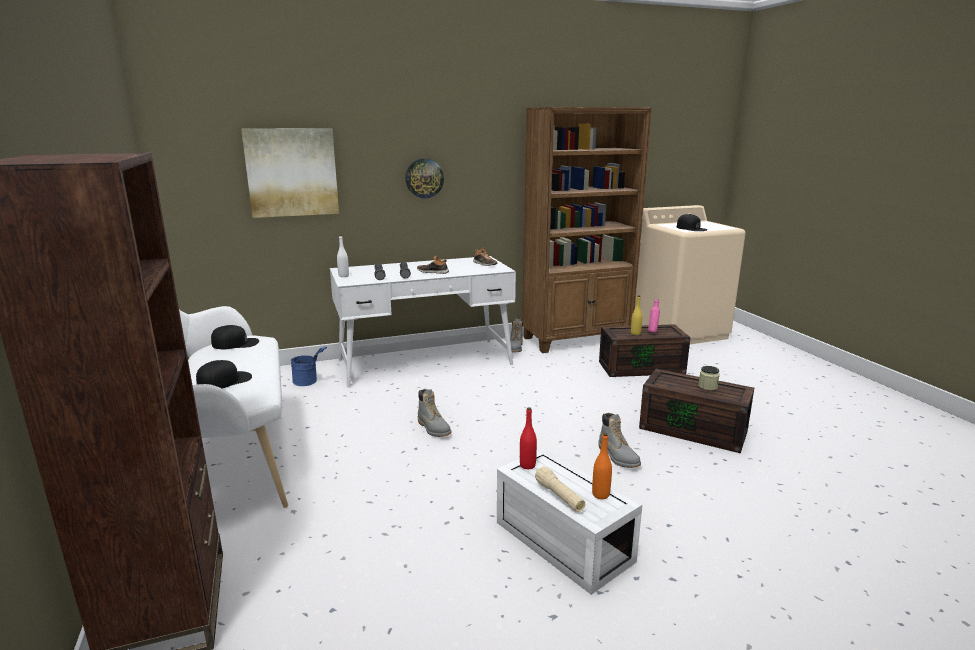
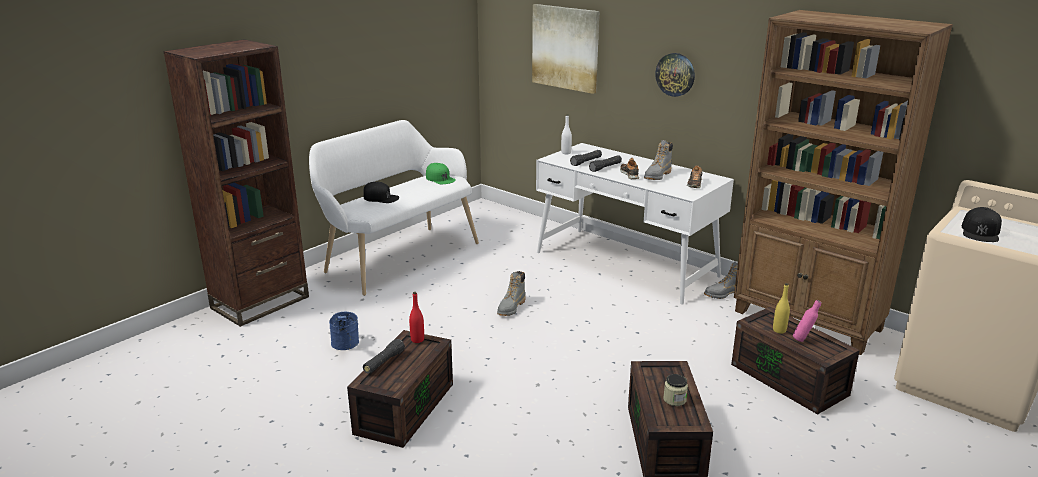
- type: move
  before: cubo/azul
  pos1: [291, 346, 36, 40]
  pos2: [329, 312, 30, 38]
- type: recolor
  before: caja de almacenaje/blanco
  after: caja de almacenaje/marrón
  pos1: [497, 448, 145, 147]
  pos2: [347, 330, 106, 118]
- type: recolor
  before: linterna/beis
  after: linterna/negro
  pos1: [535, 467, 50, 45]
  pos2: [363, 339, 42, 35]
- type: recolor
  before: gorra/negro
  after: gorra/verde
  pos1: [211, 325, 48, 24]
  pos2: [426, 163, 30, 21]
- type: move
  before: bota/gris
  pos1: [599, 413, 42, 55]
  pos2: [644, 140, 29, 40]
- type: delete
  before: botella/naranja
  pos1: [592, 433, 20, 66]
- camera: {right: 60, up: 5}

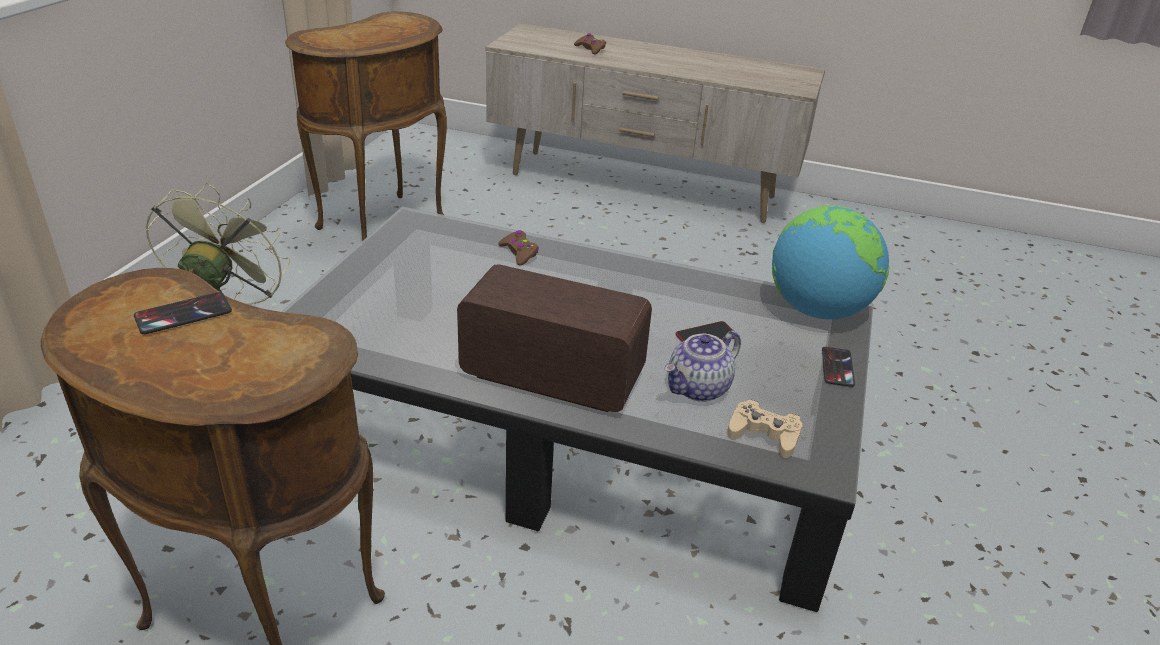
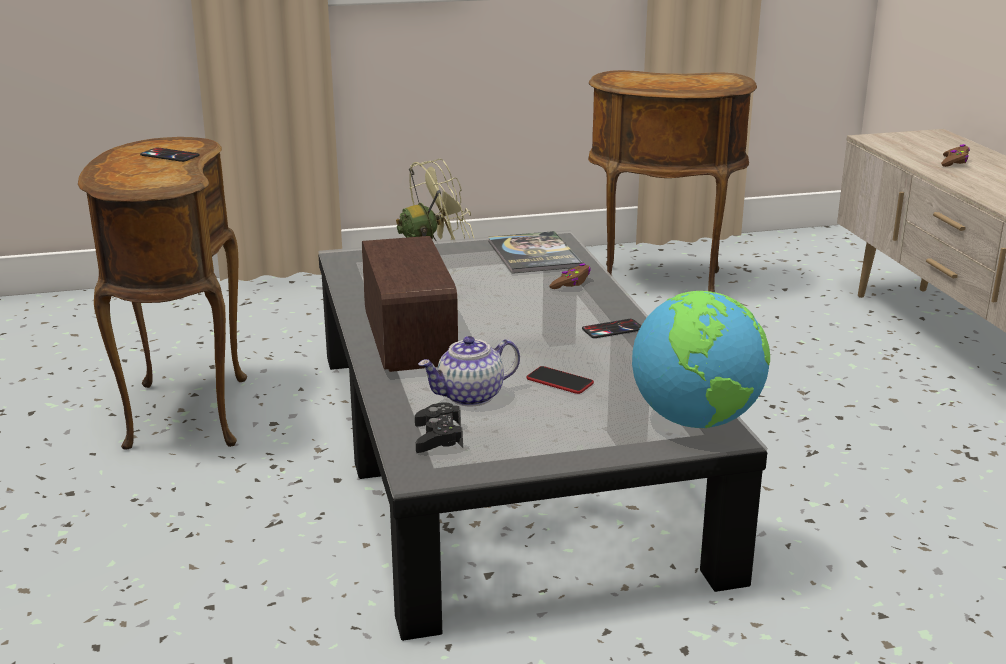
- type: recolor
  before: mando de consola/beis
  after: mando de consola/negro
  pos1: [728, 400, 74, 58]
  pos2: [415, 402, 48, 51]
- type: rotate
  before: tetera
  pos1: [664, 331, 77, 71]
  pos2: [418, 336, 102, 70]
  turn: -45
- type: insert
  after: libro
  pos2: [488, 231, 95, 43]
- type: move
  before: móvil
  pos1: [822, 347, 33, 40]
  pos2: [582, 319, 59, 19]
- camera: {right: 60, up: -10}

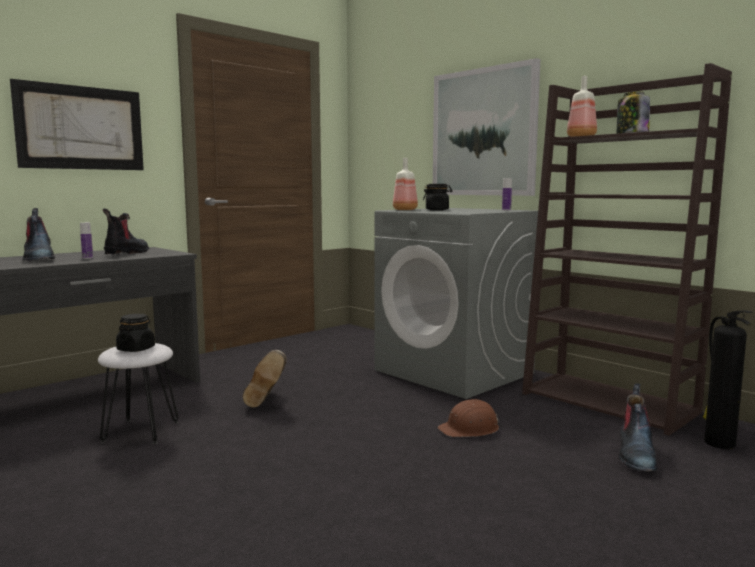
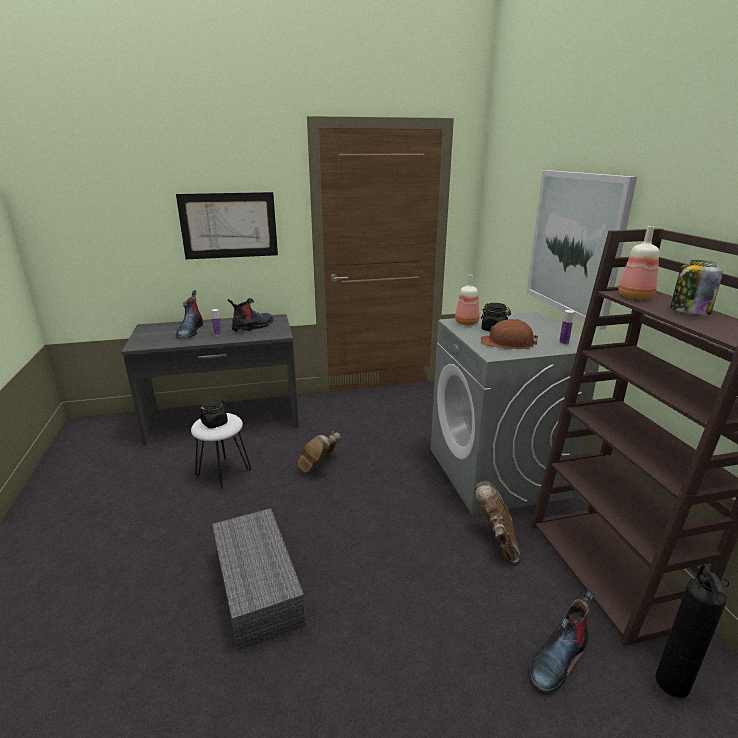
- type: insert
  after: caja de almacenaje/gris
  pos2: [212, 508, 93, 143]
- type: insert
  after: bota/marrón
  pos2: [475, 481, 46, 83]
- type: move
  before: casco/marrón
  pos1: [438, 399, 61, 38]
  pos2: [481, 319, 57, 30]
- camera: {right: 30, up: 15}

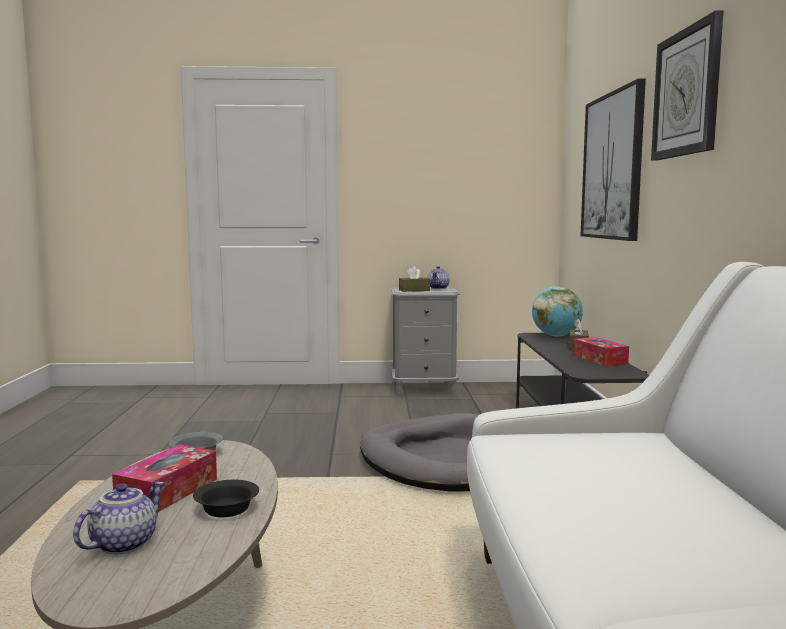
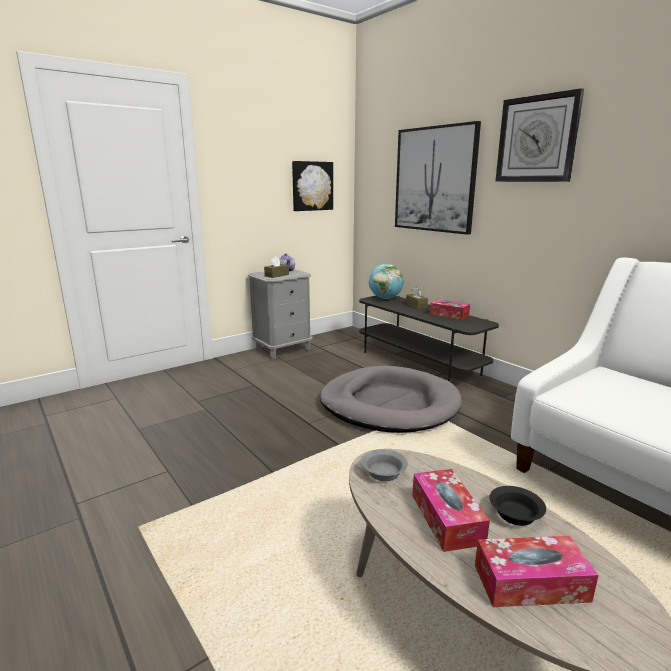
- type: insert
  after: cuadro
  pos2: [292, 161, 41, 50]
- type: replace
  before: tetera
  after: caja de pañuelos
  pos1: [73, 482, 91, 72]
  pos2: [475, 536, 124, 71]
- camera: {right: -35, up: 10}

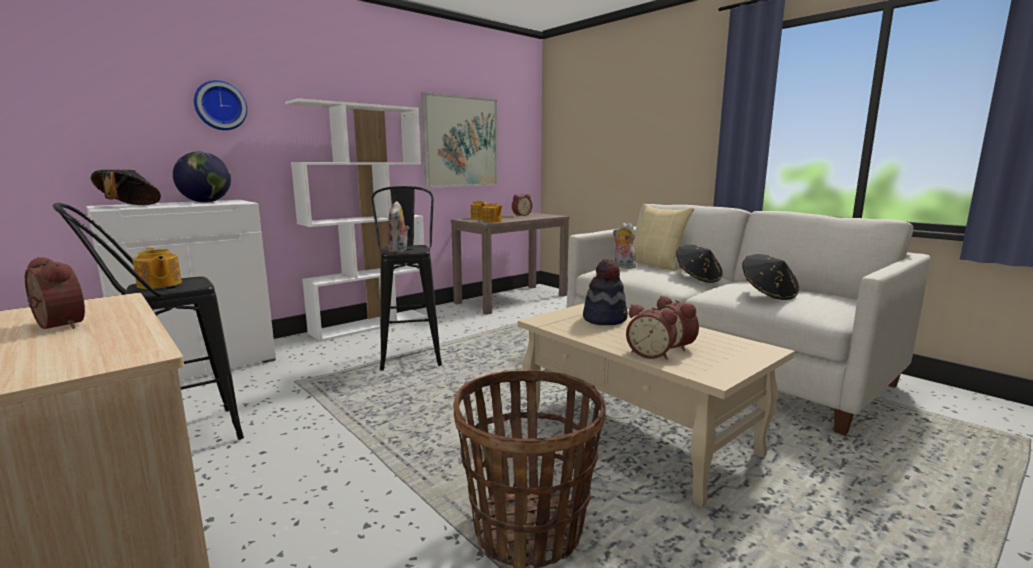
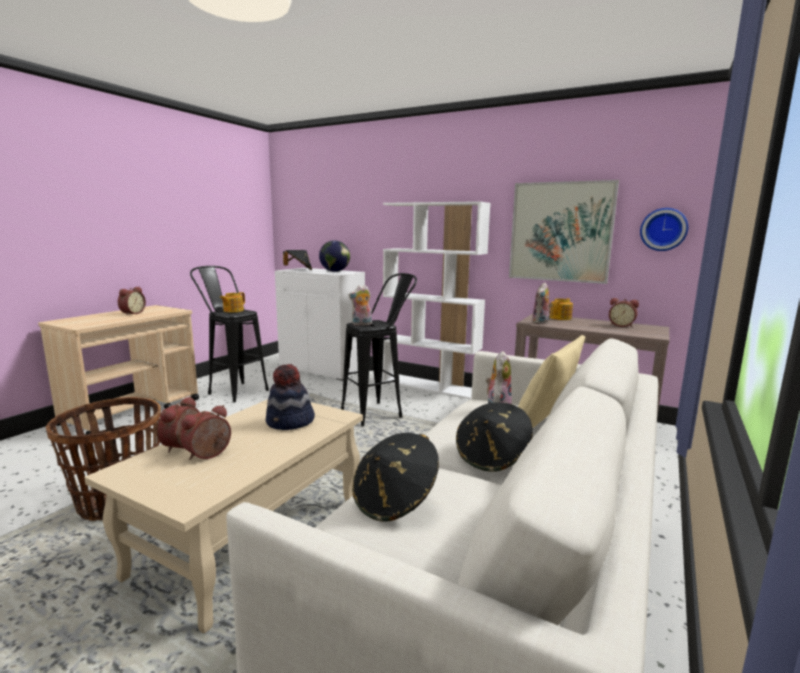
- type: replace
  before: tetera
  after: peluche
  pos1: [481, 203, 22, 20]
  pos2: [532, 282, 20, 42]
- type: move
  before: reloj de pared
  pos1: [194, 80, 53, 50]
  pos2: [640, 208, 48, 43]
- camera: {right: 70, up: 0}

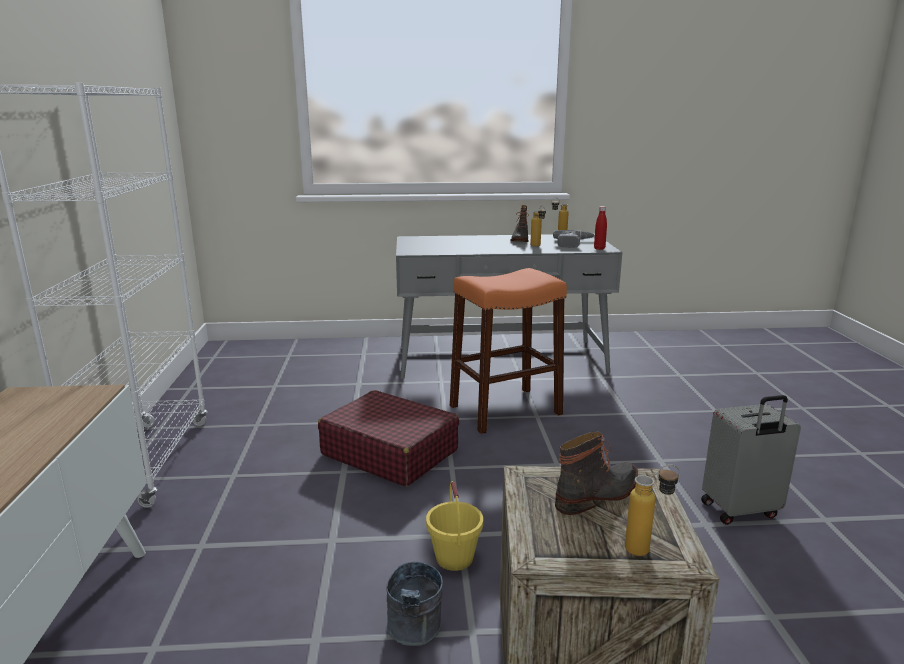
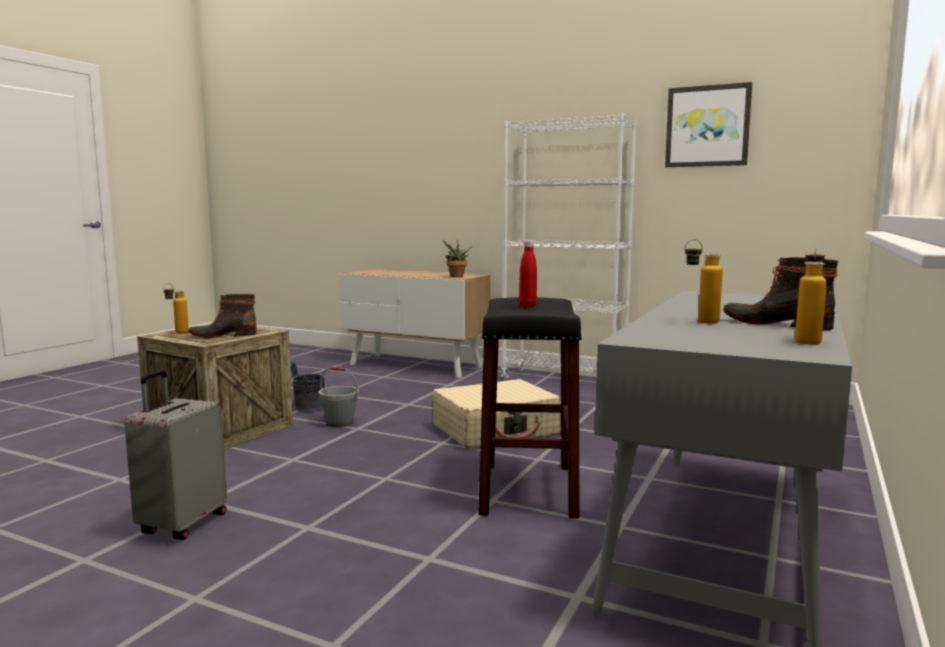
- type: rotate
  before: bota
  pos1: [555, 432, 83, 83]
  pos2: [189, 294, 68, 44]
  turn: 75
- type: recolor
  before: cubo/amarillo
  after: cubo/gris
  pos1: [426, 481, 57, 90]
  pos2: [319, 367, 40, 60]
- type: recolor
  before: maleta/rojo
  after: maleta/beis
  pos1: [318, 390, 141, 97]
  pos2: [432, 379, 129, 69]
- type: insert
  after: planta en maceta
  pos2: [442, 240, 30, 37]
- type: recolor
  before: taburete/naranja
  after: taburete/negro
  pos1: [450, 268, 117, 166]
  pos2: [478, 297, 104, 221]
- type: move
  before: botella/rojo
  pos1: [594, 206, 13, 44]
  pos2: [519, 240, 18, 67]
- type: insert
  after: cuadro
  pos2: [665, 82, 87, 85]
- type: delete
  before: taladro
  pos1: [553, 230, 42, 17]
- camera: {right: 120, up: -10}

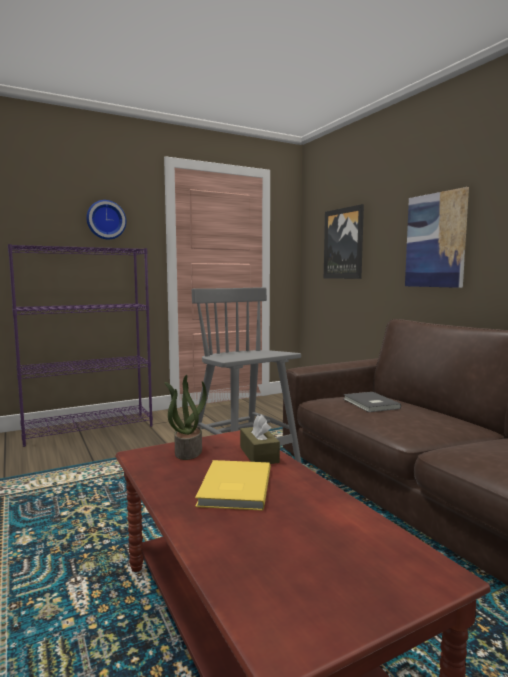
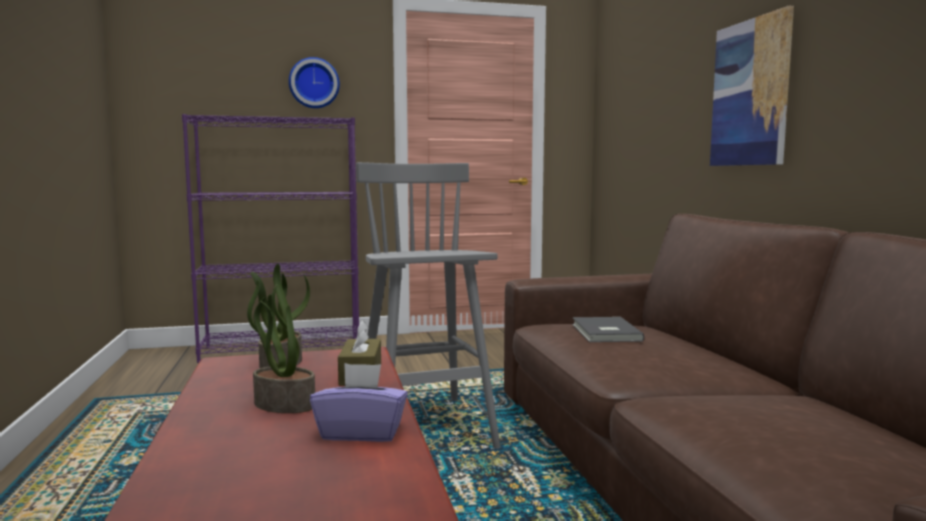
- type: replace
  before: libro/amarillo
  after: planta en maceta
  pos1: [195, 460, 76, 51]
  pos2: [253, 284, 62, 129]
- type: insert
  after: caja de pañuelos/morado
  pos2: [310, 363, 98, 79]
- type: delete
  before: cuadro
  pos1: [324, 204, 40, 75]
- camera: {right: 15, up: 0}

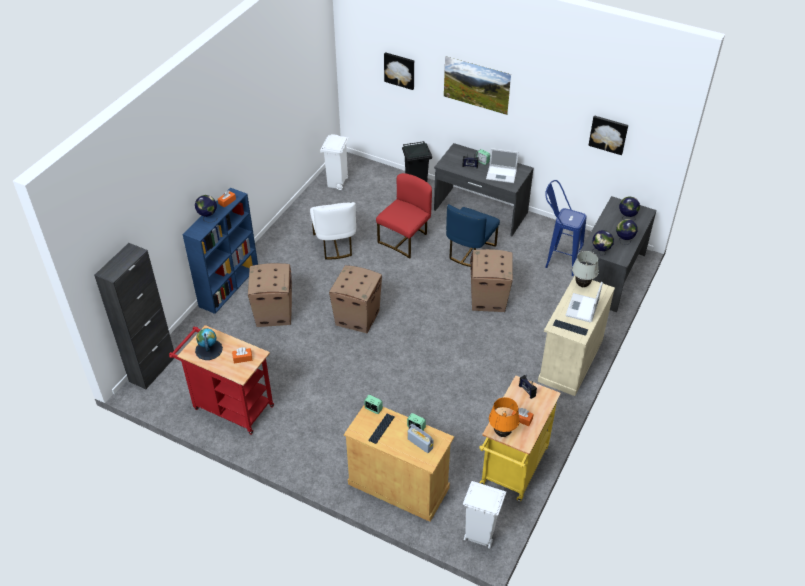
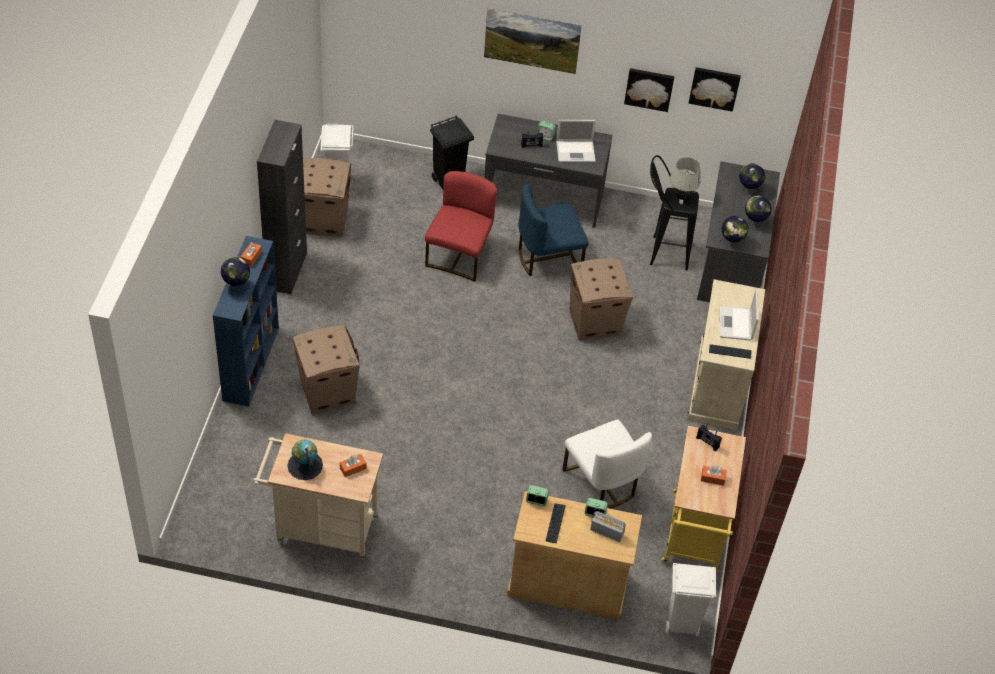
- type: recolor
  before: carrito/rojo
  after: carrito/beis
  pos1: [169, 325, 105, 110]
  pos2: [253, 433, 130, 126]
- type: move
  before: armario/negro
  pos1: [94, 243, 80, 147]
  pos2: [257, 120, 50, 174]
- type: move
  before: caja de cartón
  pos1: [329, 265, 53, 68]
  pos2: [303, 158, 48, 79]
- type: rotate
  before: silla/azul
  pos1: [446, 204, 54, 63]
  pos2: [518, 184, 71, 92]
  turn: 60
- type: move
  before: silla/blanco
  pos1: [310, 202, 46, 57]
  pos2: [562, 420, 90, 89]
- type: move
  before: cuadro
  pos1: [384, 52, 30, 38]
  pos2: [624, 68, 50, 44]
- type: recolor
  before: taburete/azul
  after: taburete/negro
  pos1: [545, 180, 41, 96]
  pos2: [650, 155, 49, 116]
- type: move
  before: lámpara de mesa/blanco
  pos1: [572, 251, 27, 36]
  pos2: [670, 157, 31, 43]
- type: delete
  before: lámpara de mesa/naranja
  pos1: [489, 397, 31, 40]
- camera: {right: -20, up: 5}

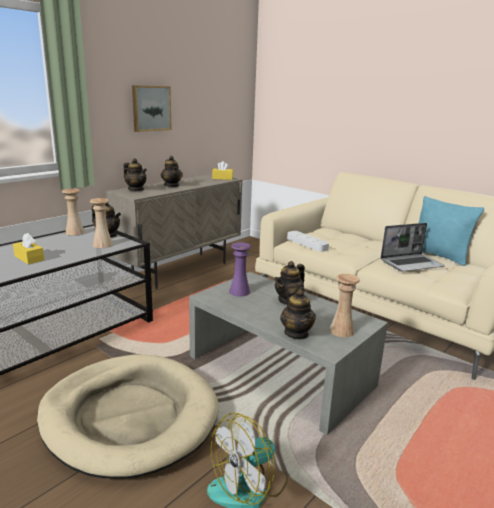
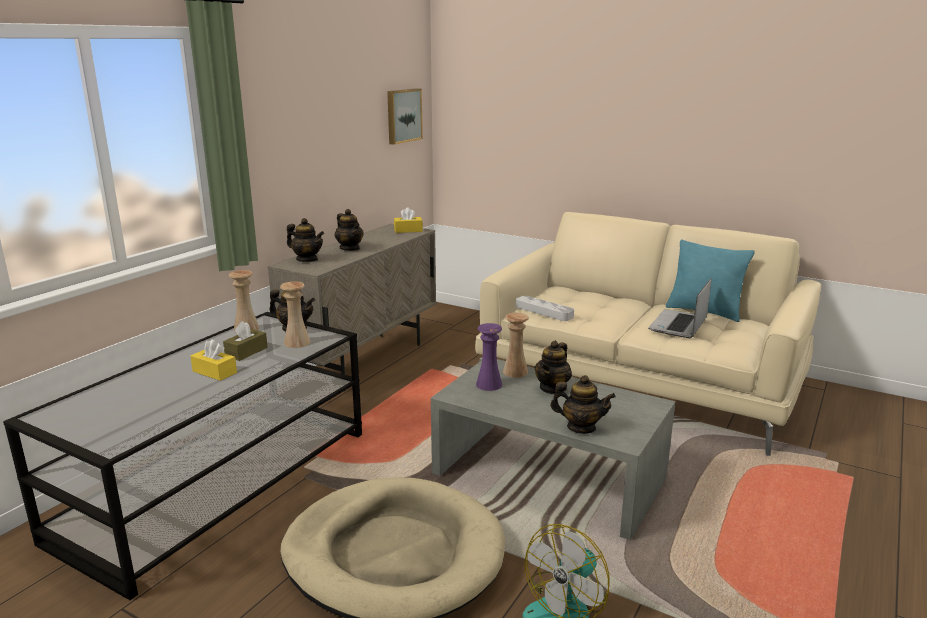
- type: insert
  after: caja de pañuelos/marrón
  pos2: [223, 321, 45, 40]
- type: move
  before: cuadro
  pos1: [132, 85, 40, 47]
  pos2: [387, 88, 36, 57]
- type: move
  before: florero/beis
  pos1: [329, 274, 31, 63]
  pos2: [503, 313, 26, 65]
- type: rotate
  before: tetera
  pos1: [280, 289, 36, 51]
  pos2: [550, 375, 66, 59]
  turn: -45
- type: rotate
  before: portátil
  pos1: [381, 223, 64, 49]
  pos2: [648, 278, 63, 60]
  turn: 150
- camera: {right: -10, up: 0}

